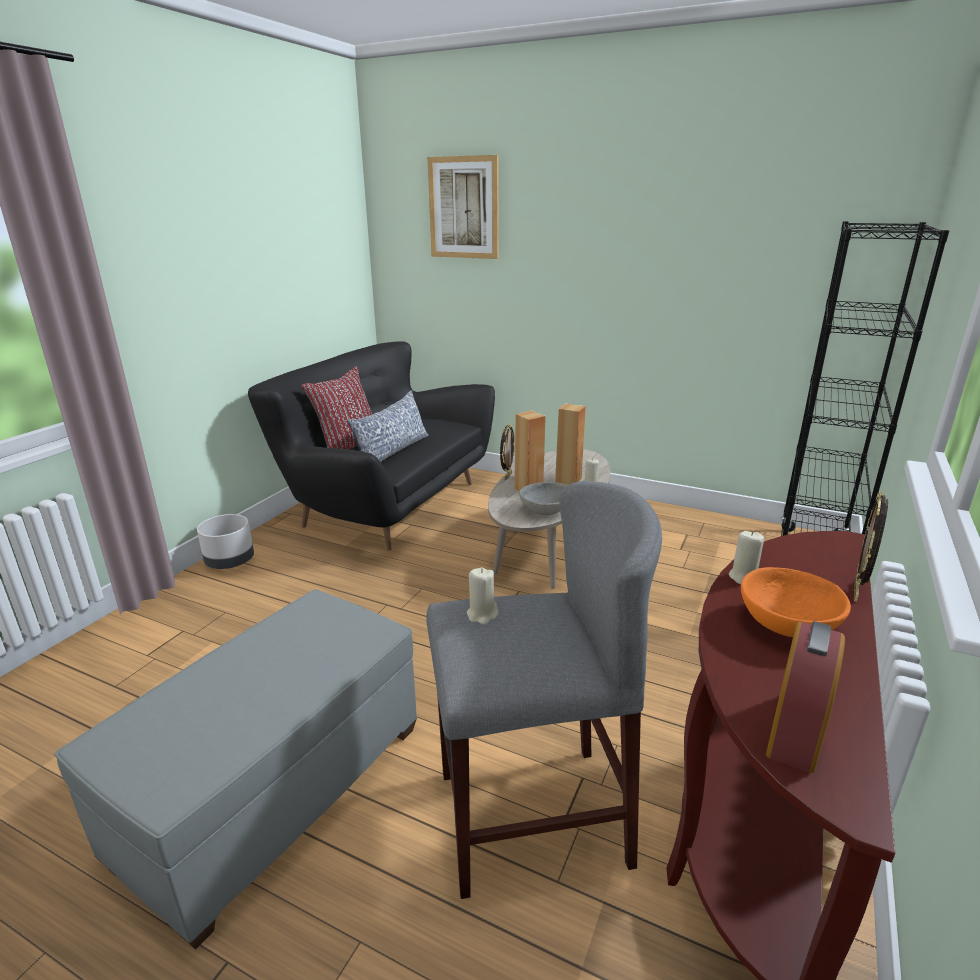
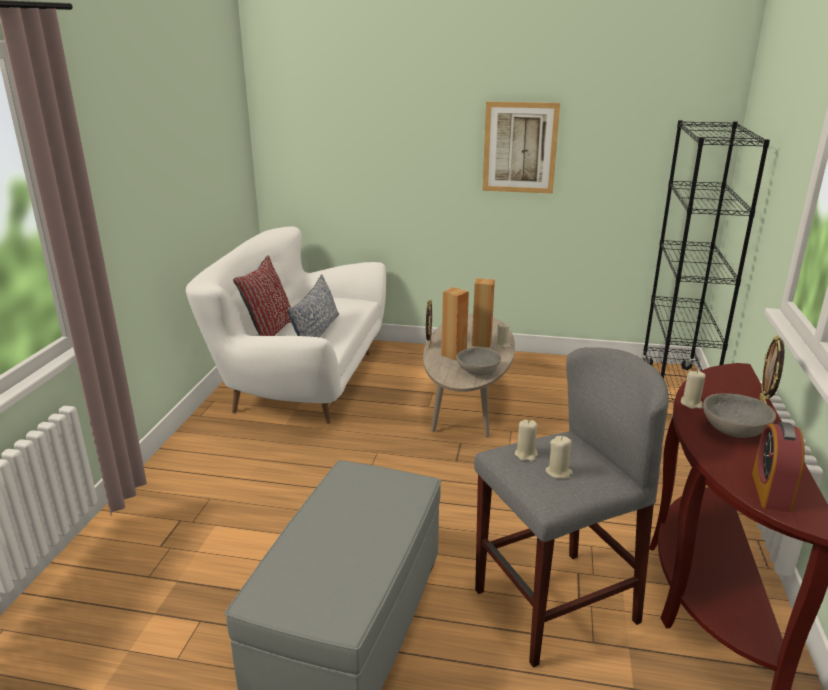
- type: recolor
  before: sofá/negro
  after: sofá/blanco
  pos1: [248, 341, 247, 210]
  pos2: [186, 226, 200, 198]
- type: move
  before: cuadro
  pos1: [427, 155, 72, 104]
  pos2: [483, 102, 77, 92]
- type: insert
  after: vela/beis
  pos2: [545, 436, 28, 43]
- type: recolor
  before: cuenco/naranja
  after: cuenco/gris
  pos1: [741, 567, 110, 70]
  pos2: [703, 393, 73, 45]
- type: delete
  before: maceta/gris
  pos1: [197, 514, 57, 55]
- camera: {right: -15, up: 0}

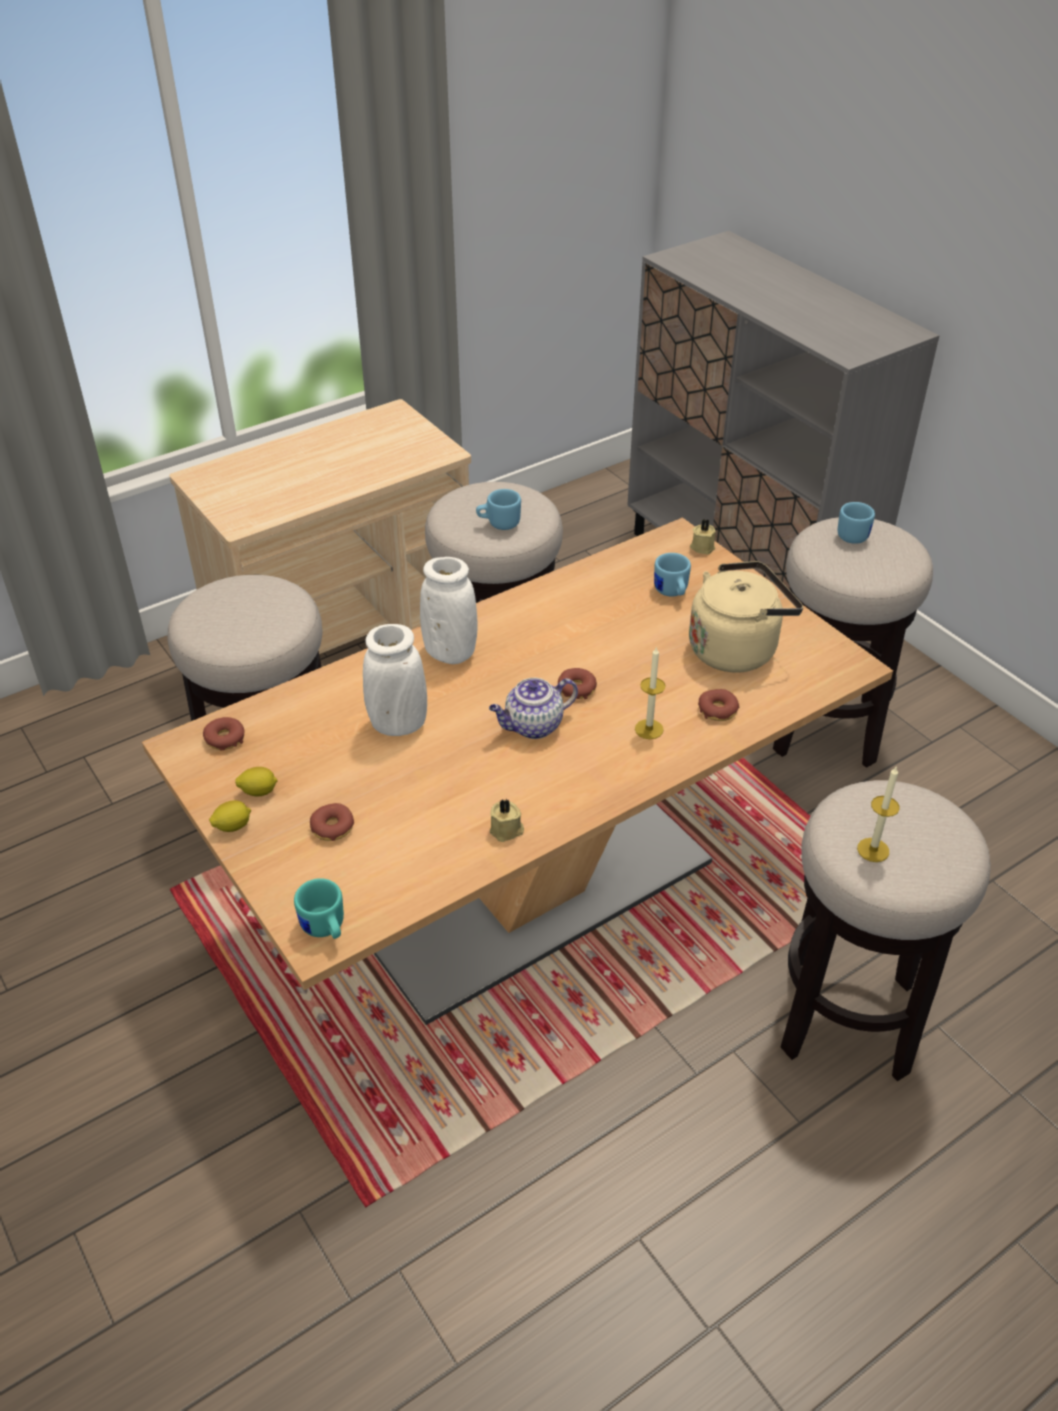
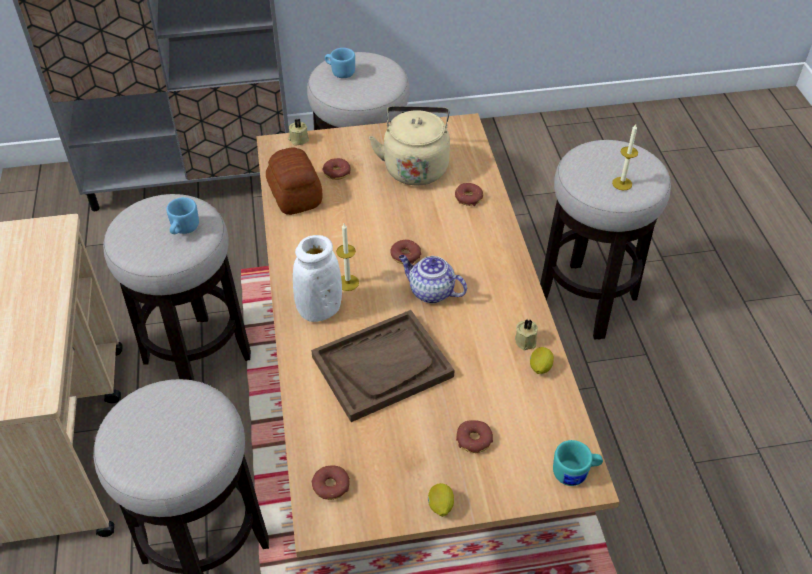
- type: insert
  after: pan
  pos2: [266, 148, 57, 67]
- type: replace
  before: florero/blanco
  after: bandeja/marrón
  pos1: [363, 624, 64, 112]
  pos2: [311, 310, 143, 112]
- type: replace
  before: taza grande/azul
  after: rosquilla
  pos1: [654, 553, 37, 43]
  pos2: [322, 158, 29, 22]
- type: move
  before: vela
  pos1: [635, 647, 31, 92]
  pos2: [336, 223, 23, 68]
- type: rotate
  before: tetera
  pos1: [489, 678, 89, 61]
  pos2: [399, 255, 68, 48]
  turn: 120
- type: move
  before: limón
  pos1: [235, 767, 43, 29]
  pos2: [530, 347, 24, 27]
- camera: {right: -65, up: 5}

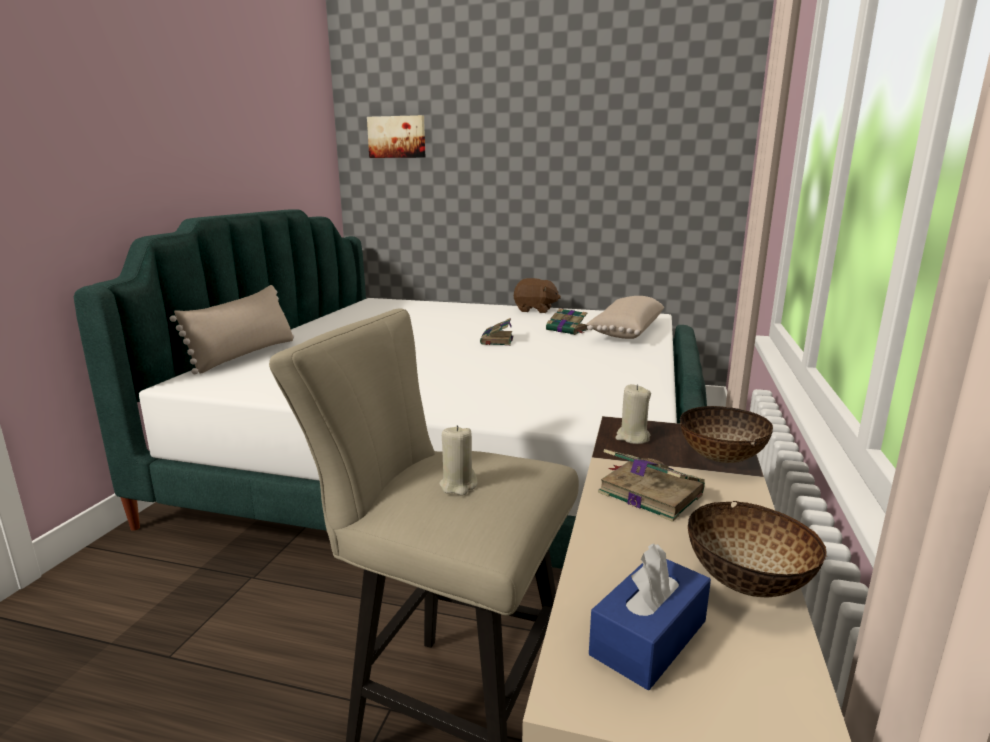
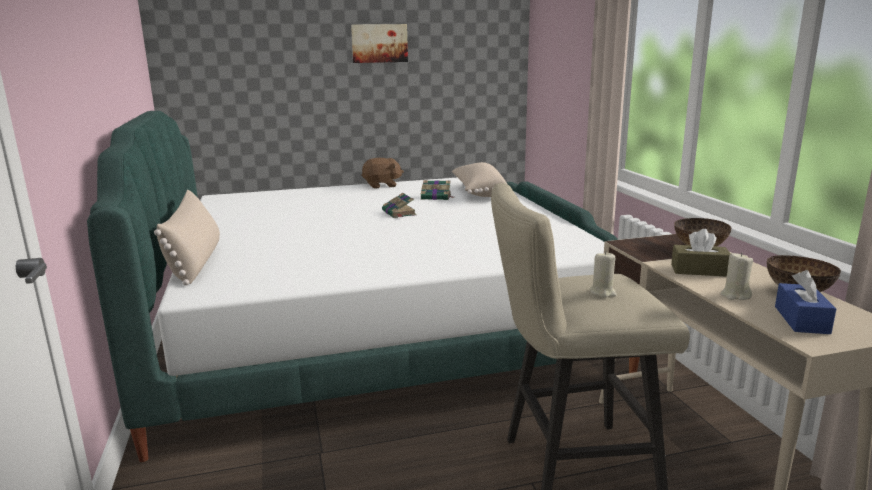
- type: move
  before: cuadro
  pos1: [367, 115, 58, 43]
  pos2: [351, 24, 57, 39]
- type: replace
  before: libro
  after: caja de pañuelos/marrón
  pos1: [598, 449, 107, 73]
  pos2: [671, 229, 60, 48]
- type: move
  before: vela/beis
  pos1: [616, 384, 35, 60]
  pos2: [721, 252, 32, 48]
- camera: {right: -30, up: 0}

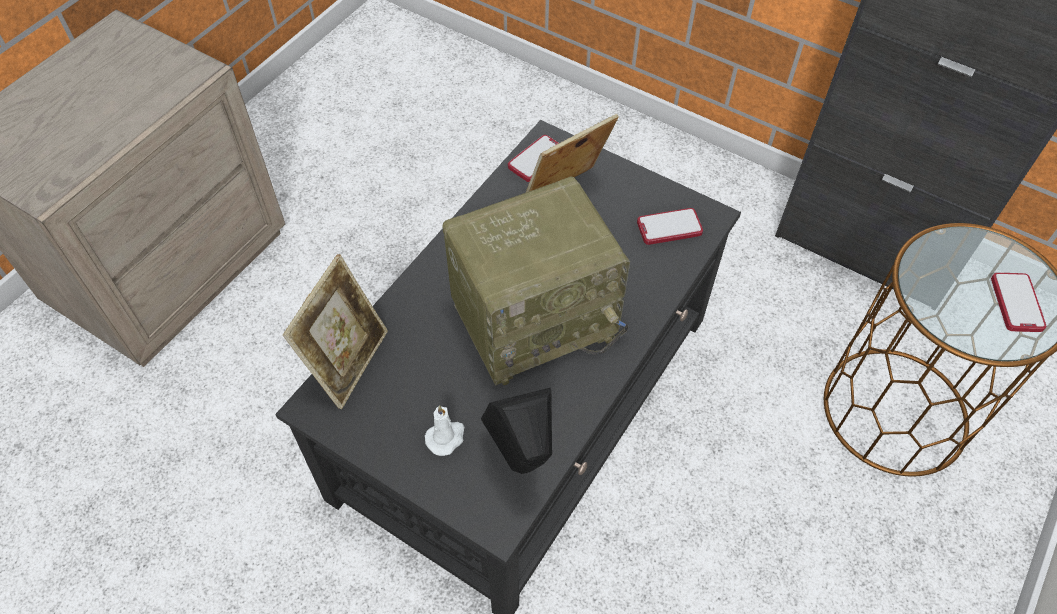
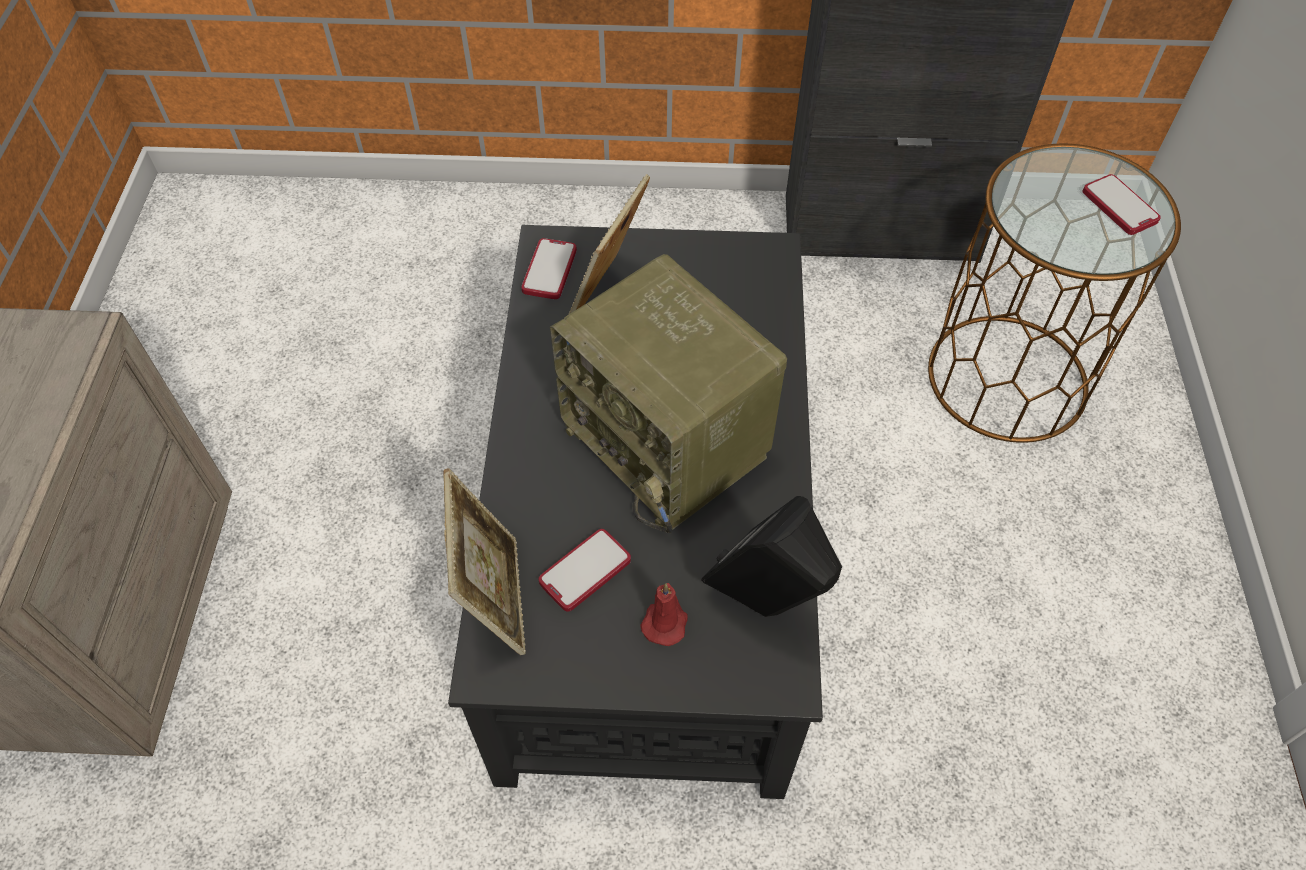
- type: move
  before: móvil
  pos1: [637, 208, 66, 37]
  pos2: [539, 529, 92, 83]
- type: rotate
  before: radio
  pos1: [443, 176, 187, 210]
  pos2: [550, 254, 237, 279]
  turn: 105
- type: recolor
  before: vela/blanco
  after: vela/rojo
  pos1: [425, 405, 39, 51]
  pos2: [640, 583, 48, 63]
- camera: {right: -30, up: 0}

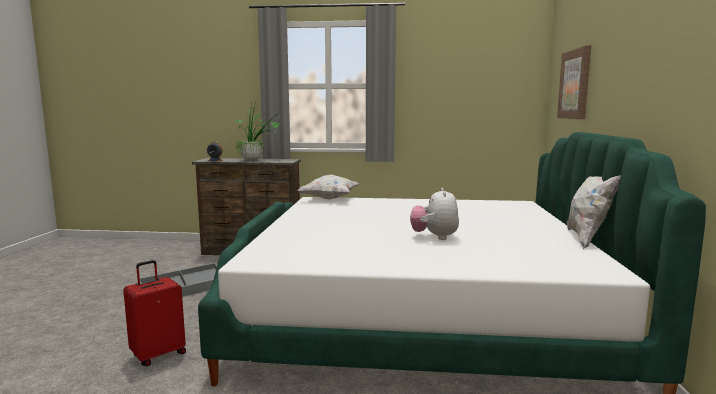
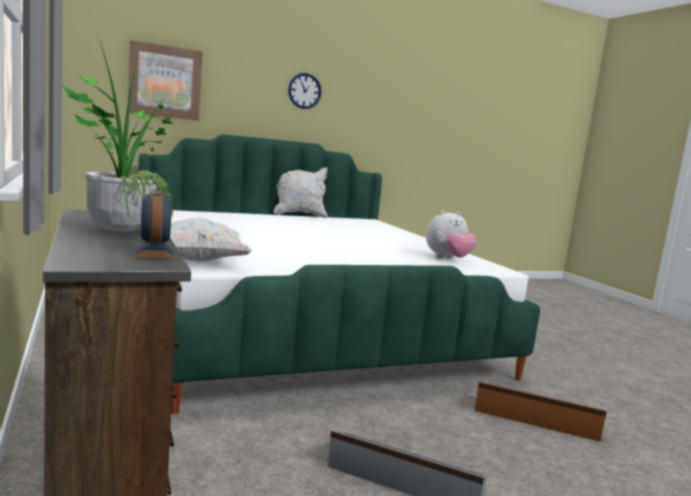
- type: insert
  after: reloj de pared
  pos2: [288, 73, 33, 36]
- type: move
  before: peluche
  pos1: [410, 188, 49, 52]
  pos2: [426, 210, 51, 48]
- type: replace
  before: maleta/rojo
  after: caja de almacenaje/marrón
  pos1: [123, 260, 63, 106]
  pos2: [475, 382, 132, 60]
- camera: {right: -120, up: 0}

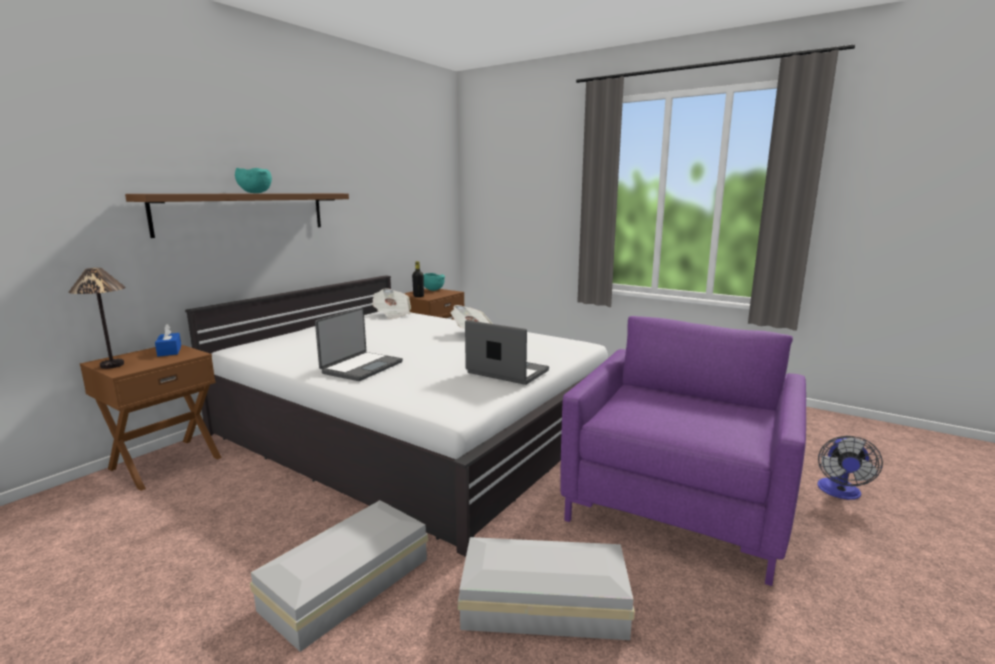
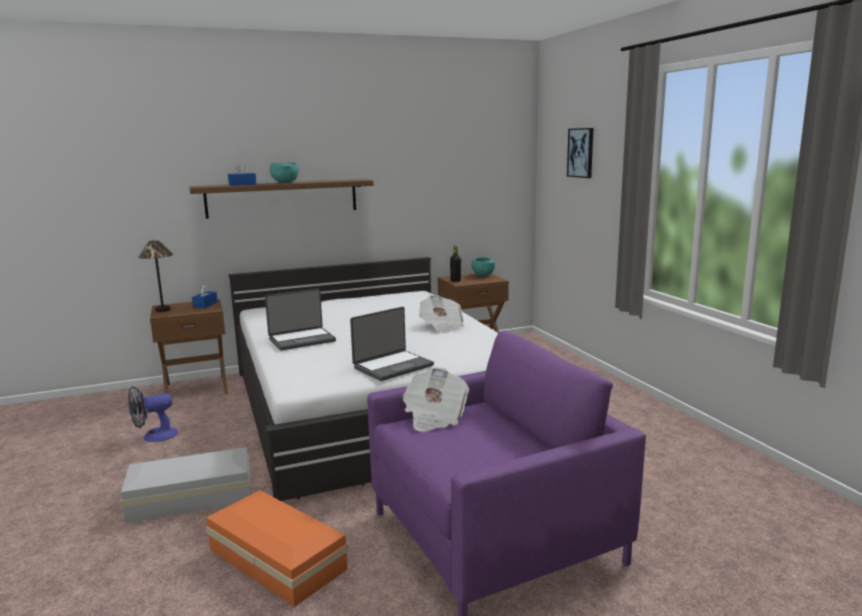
- type: move
  before: ventilador
  pos1: [817, 436, 66, 64]
  pos2: [128, 386, 50, 56]
- type: recolor
  before: caja de almacenaje/blanco
  after: caja de almacenaje/naranja
  pos1: [458, 537, 177, 103]
  pos2: [205, 490, 143, 117]
- type: insert
  after: caja de pañuelos/azul
  pos2: [228, 163, 28, 23]
- type: rotate
  before: portátil
  pos1: [465, 320, 84, 65]
  pos2: [350, 307, 84, 74]
  turn: 75
- type: move
  before: periódico
  pos1: [372, 289, 39, 30]
  pos2: [402, 367, 67, 64]
- type: insert
  after: cuadro
  pos2: [567, 128, 26, 50]
- camera: {right: 35, up: 0}

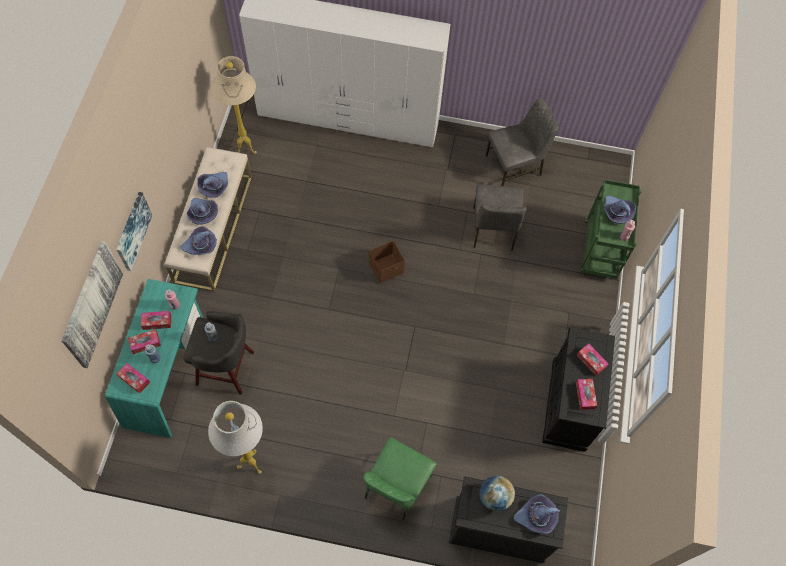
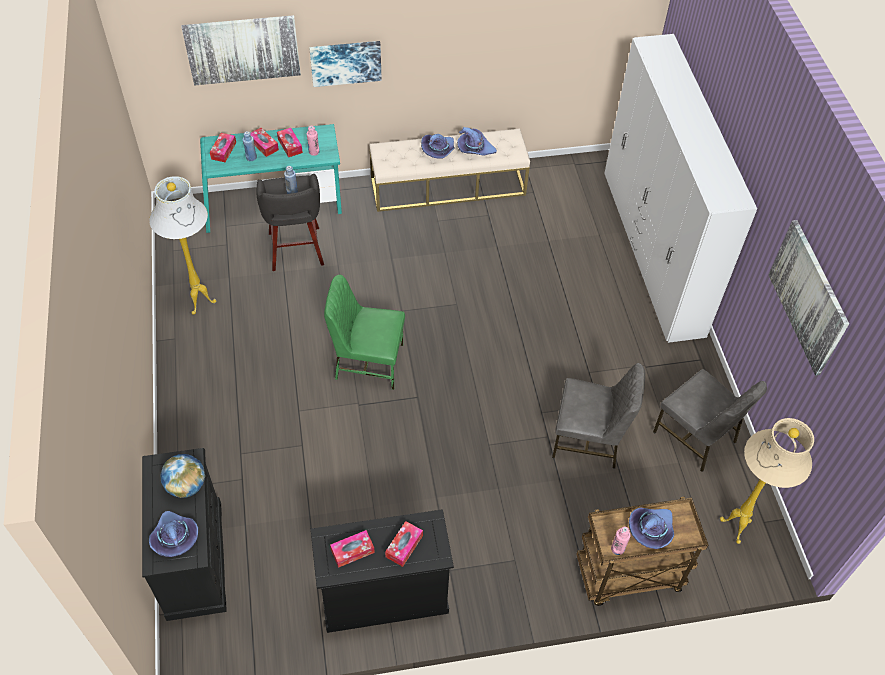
- type: move
  before: silla/verde
  pos1: [363, 437, 73, 84]
  pos2: [324, 275, 81, 115]
- type: rotate
  before: silla/gris
  pos1: [473, 184, 54, 67]
  pos2: [552, 363, 93, 106]
  turn: -150
- type: recolor
  before: carrito/verde
  after: carrito/marrón
  pos1: [581, 179, 60, 100]
  pos2: [576, 497, 133, 109]
- type: move
  before: lámpara de pie/beis
  pos1: [211, 56, 46, 98]
  pos2: [720, 418, 94, 126]
- type: insert
  after: cuadro
  pos2: [769, 220, 80, 156]
- type: delete
  before: sombrero/morado
  pos1: [180, 226, 37, 29]
- type: delete
  before: caja de almacenaje/marrón
  pos1: [369, 240, 36, 43]
- camera: {right: 70, up: -10}

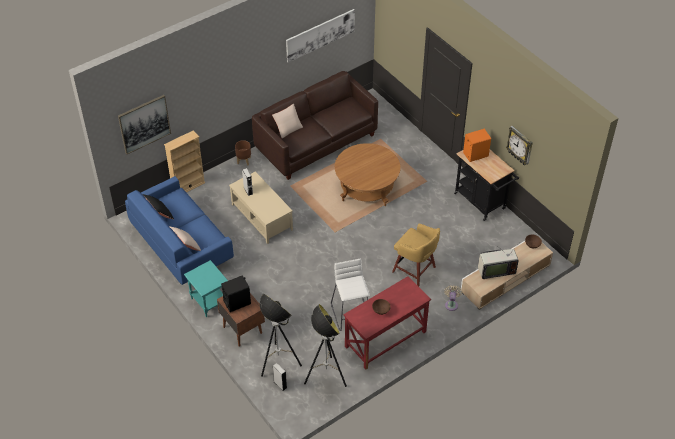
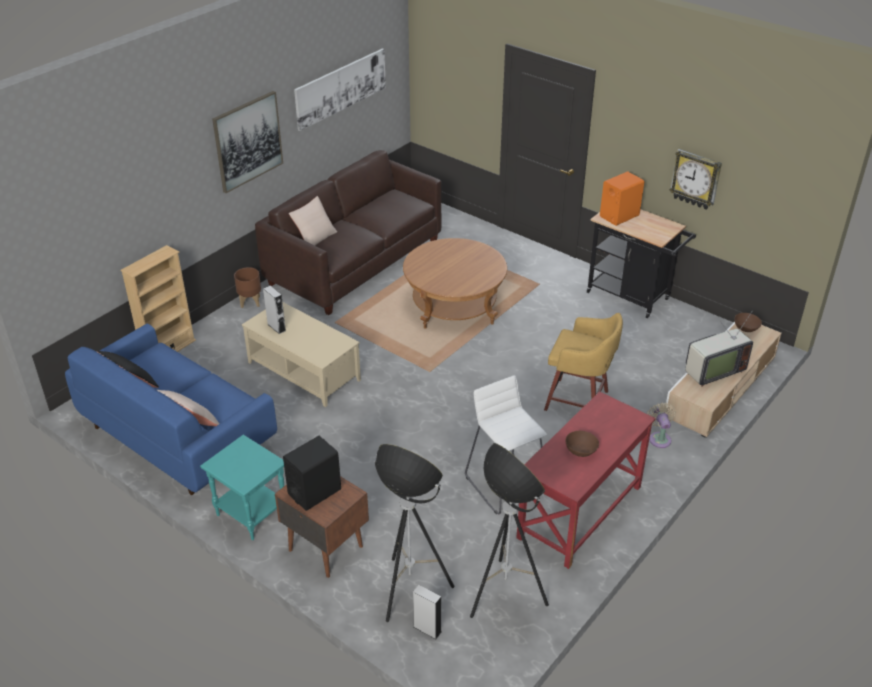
- type: move
  before: cuadro
  pos1: [118, 95, 53, 59]
  pos2: [212, 91, 71, 102]
- camera: {right: -15, up: -10}

